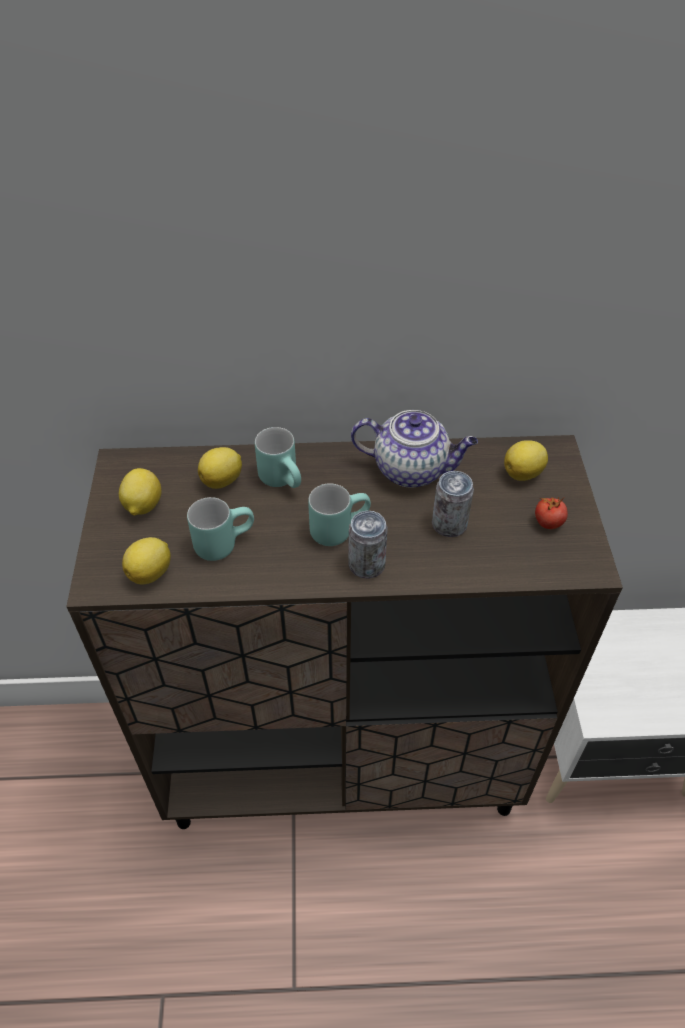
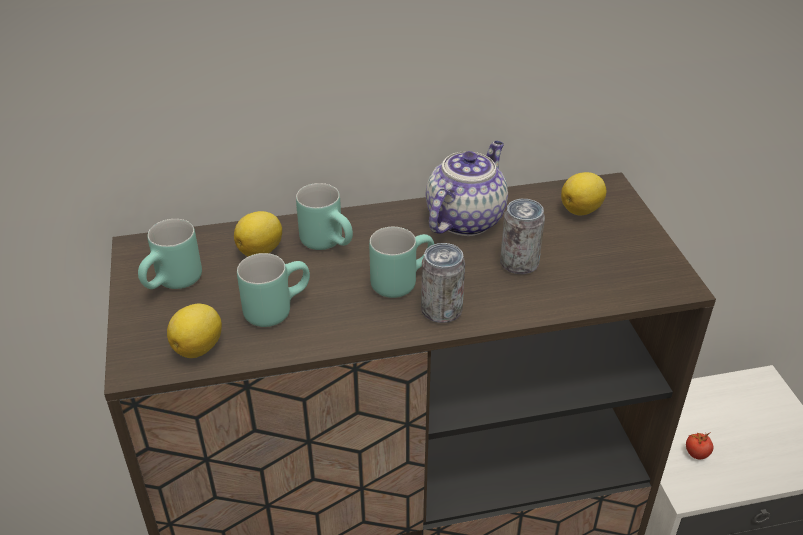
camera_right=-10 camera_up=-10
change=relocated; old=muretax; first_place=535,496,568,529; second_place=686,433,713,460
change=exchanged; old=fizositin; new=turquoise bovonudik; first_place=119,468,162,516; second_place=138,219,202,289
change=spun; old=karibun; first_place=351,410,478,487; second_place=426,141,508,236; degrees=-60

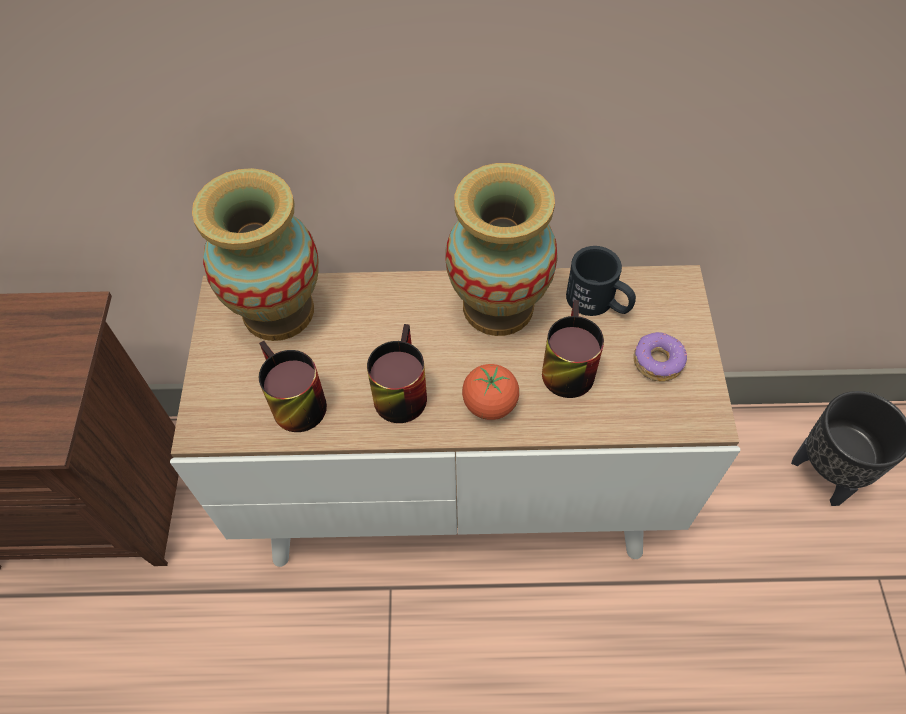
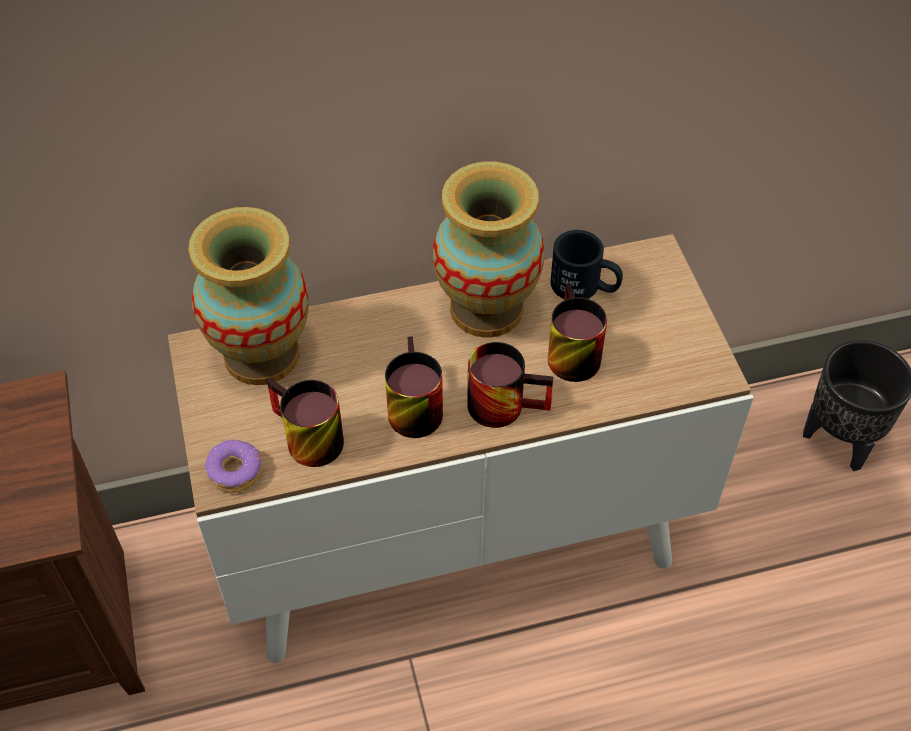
camera_right=-15 camera_up=-5
change=relocated; old=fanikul; first_place=633,332,687,382; second_place=205,440,262,493
change=exchanged; old=muretax; new=bovonudik; first_place=462,364,519,420; second_place=467,342,553,428

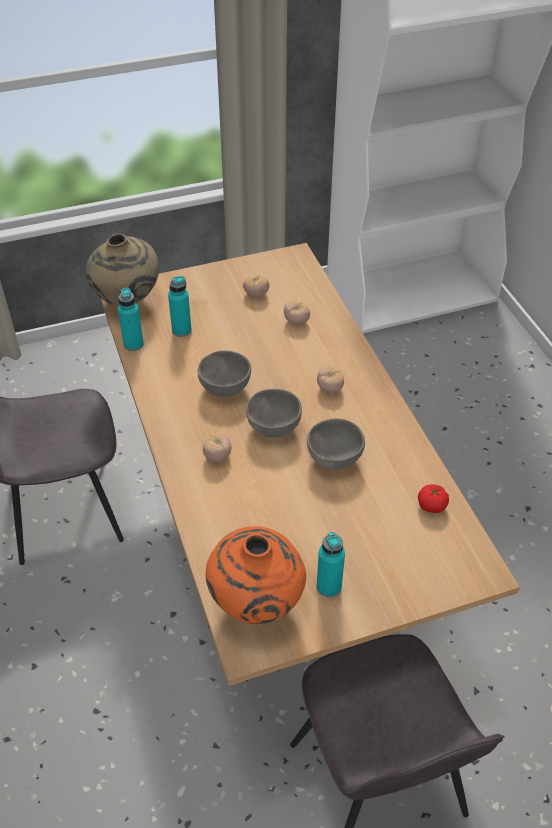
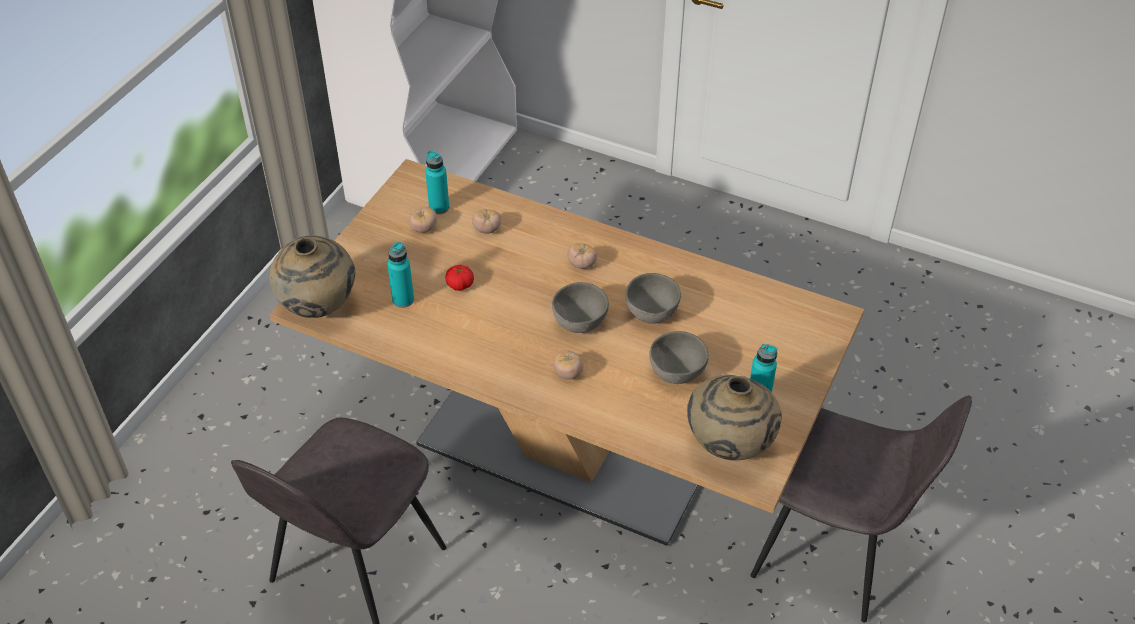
camera_right=-45 camera_up=0
change=relocated; old=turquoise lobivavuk; first_place=118,288,144,351; second_place=425,151,449,214
change=relocated; old=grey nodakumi; first_place=198,351,251,397; second_place=649,331,709,384
change=relocated; old=muretax; first_place=418,484,449,513; second_place=445,265,474,291
change=colour; old=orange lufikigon; new=beige lufikigon; first_place=206,526,306,624; second_place=687,375,782,460

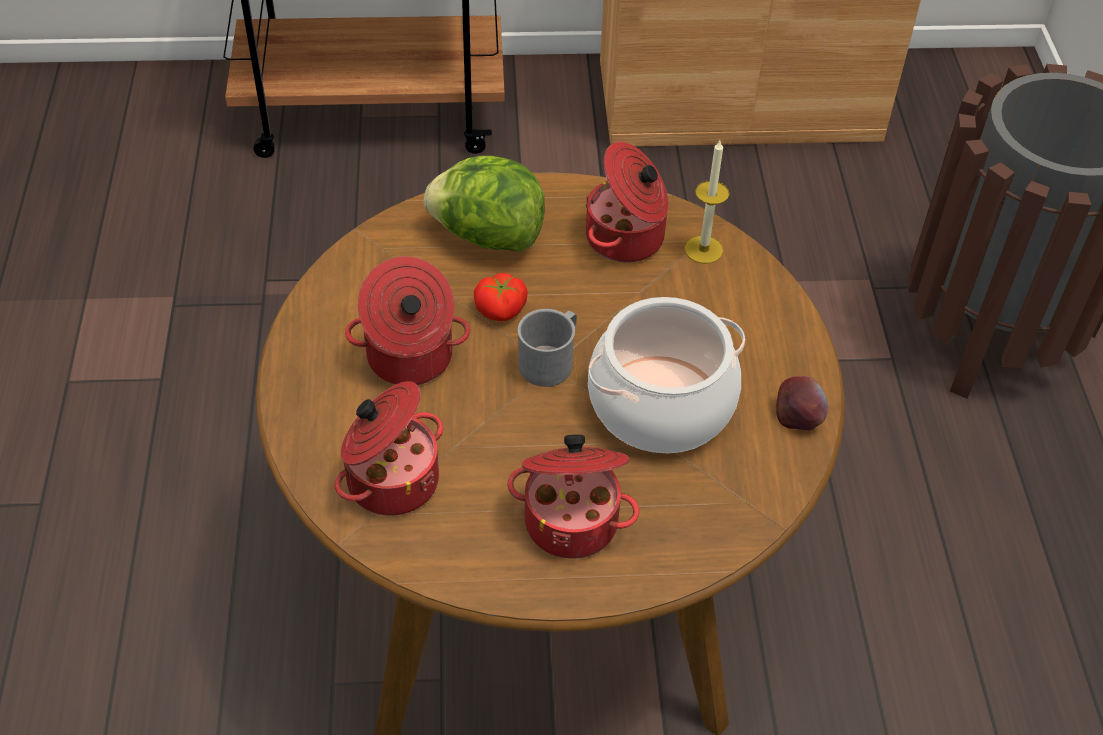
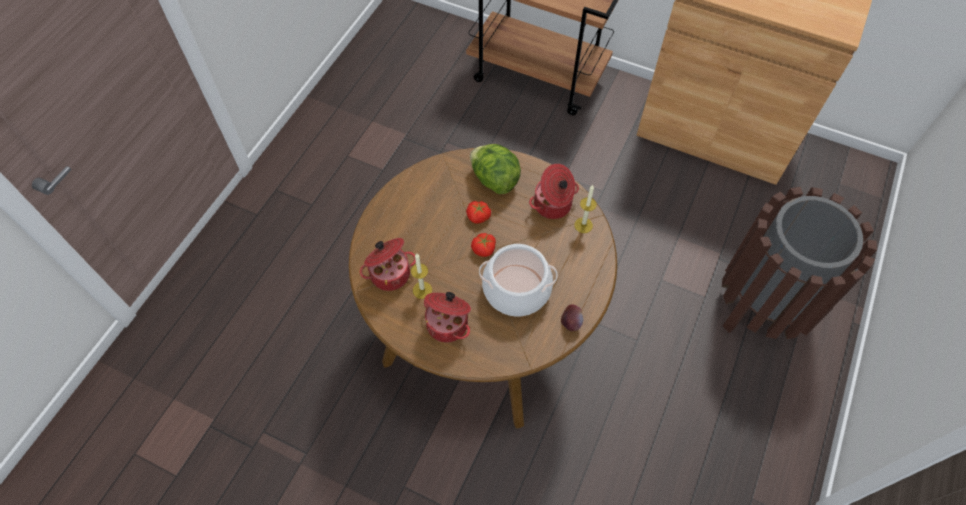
camera_right=30 camera_up=10
change=missing; old=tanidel; first_place=345,256,470,385
change=appeared; new=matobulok; second_place=411,254,432,299
change=exchanged; old=grey bovonudik; new=muretax; first_place=518,309,577,387; second_place=471,233,496,257

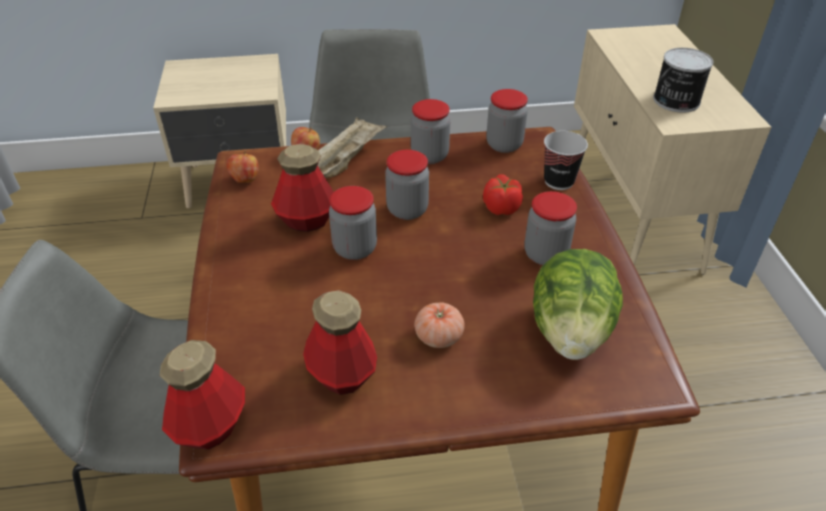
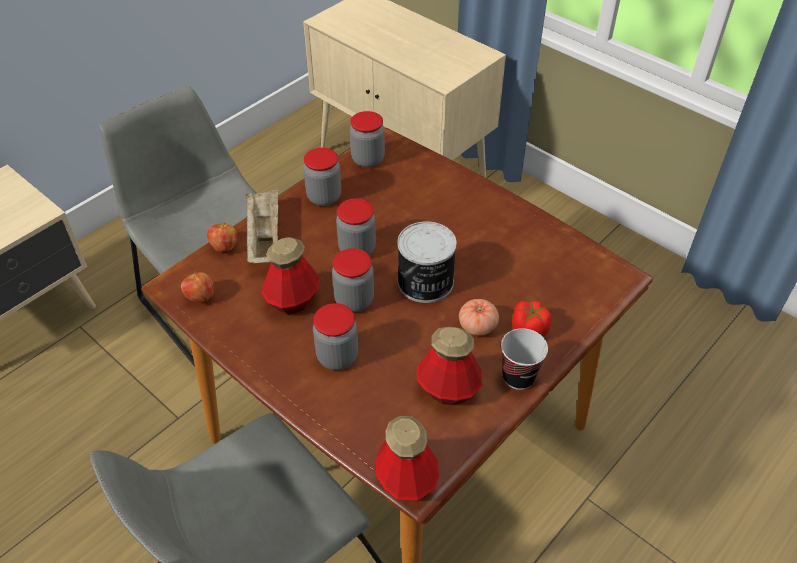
camera_right=-40 camera_up=5
change=missing; old=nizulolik; first_place=533,249,623,360
change=relocated; old=muretax; first_place=483,174,523,215; second_place=512,301,551,336
change=relocated; old=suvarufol; first_place=525,191,577,265; second_place=313,303,358,370
change=relocated; old=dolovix; first_place=544,131,588,190; second_place=501,328,548,390
change=relocated; old=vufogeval; first_place=653,48,713,113; second_place=398,221,457,303

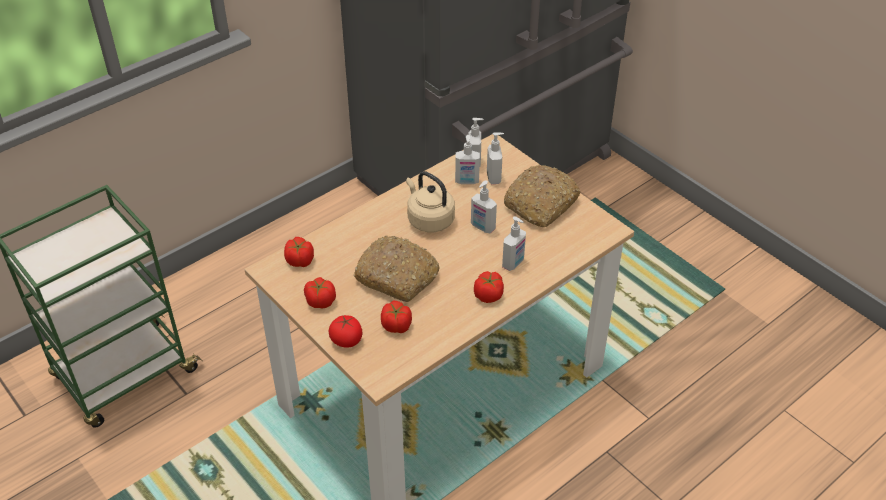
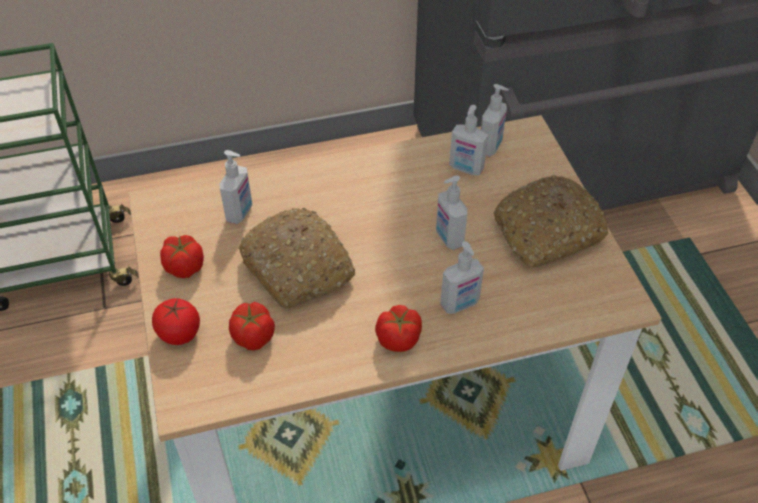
camera_right=25 camera_up=5
change=missing; old=muretax; first_place=284,237,314,267
change=missing; old=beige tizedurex; first_place=406,171,455,232
change=relocated; old=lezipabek; first_place=487,132,504,184; second_place=220,150,252,224

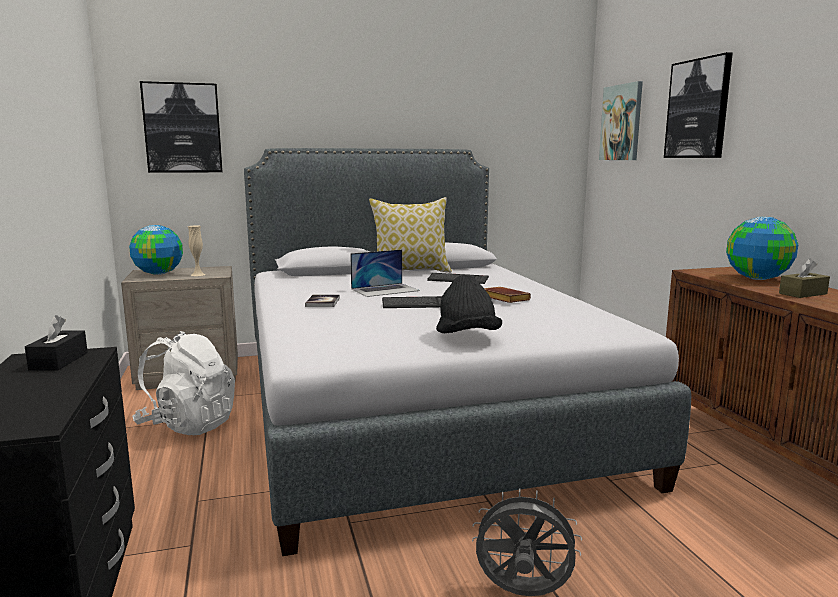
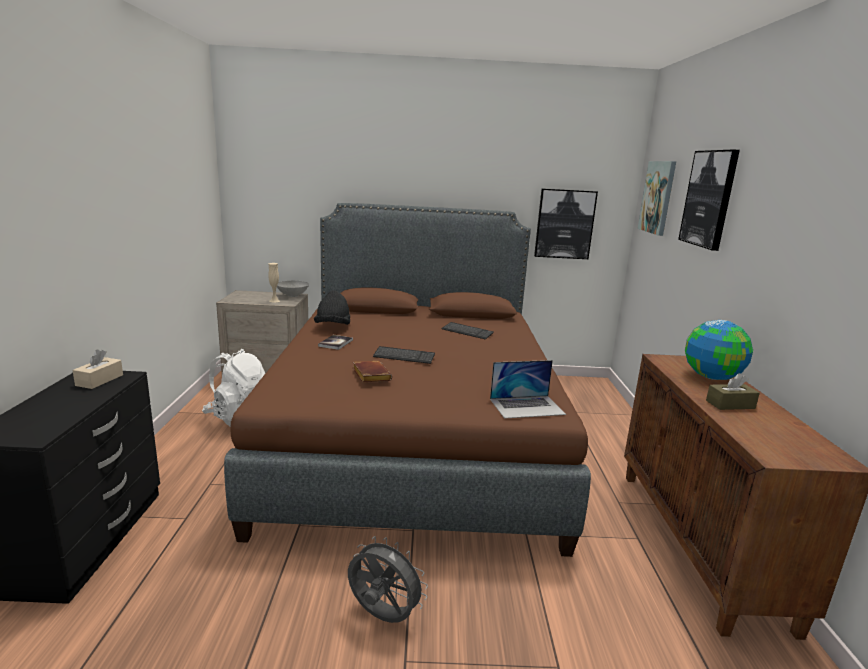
camera_right=15 camera_up=5
change=missing; old=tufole; first_place=129,225,183,275
change=missing; old=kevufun; first_place=369,197,452,273
change=appeared; new=grey nodakumi; second_place=277,281,309,297
change=relocated; old=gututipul; first_place=140,81,223,173; second_place=534,189,598,259
change=relocated; old=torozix; first_place=350,250,420,297; second_place=490,360,566,419
change=relocated; old=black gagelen; first_place=436,275,502,333; second_place=314,290,350,325
change=relocated; old=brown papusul; first_place=484,287,531,303; second_place=352,361,392,382
change=colour; old=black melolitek; new=beige melolitek; first_place=25,315,88,371; second_place=72,349,123,389
change=colour; old=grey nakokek; new=brown nakokek; first_place=244,148,691,556; second_place=224,203,591,557

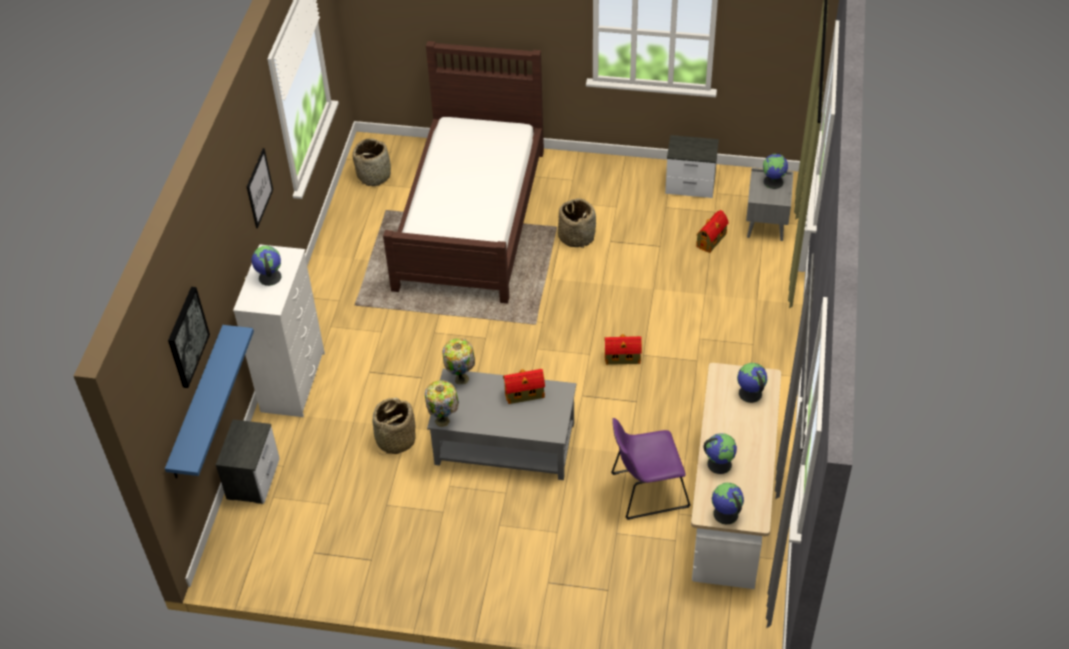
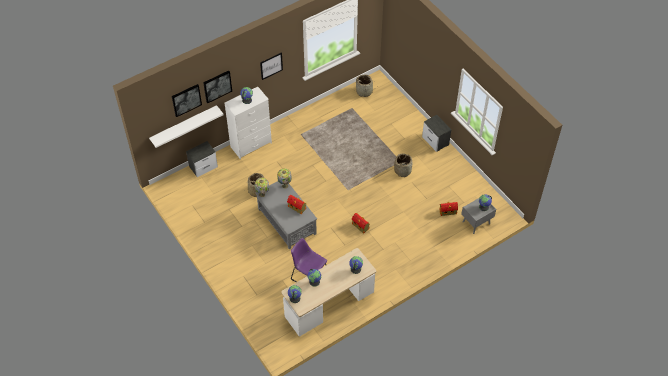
camera_right=45 camera_up=5
change=missing; old=brown nakokek; first_place=383,41,544,303
change=appeared; new=gututipul; second_place=203,71,232,103
change=relocated; old=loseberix; first_place=665,135,719,198; second_place=422,115,452,152
change=colour; old=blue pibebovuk; new=white pibebovuk; first_place=165,325,254,478; second_place=149,105,223,148

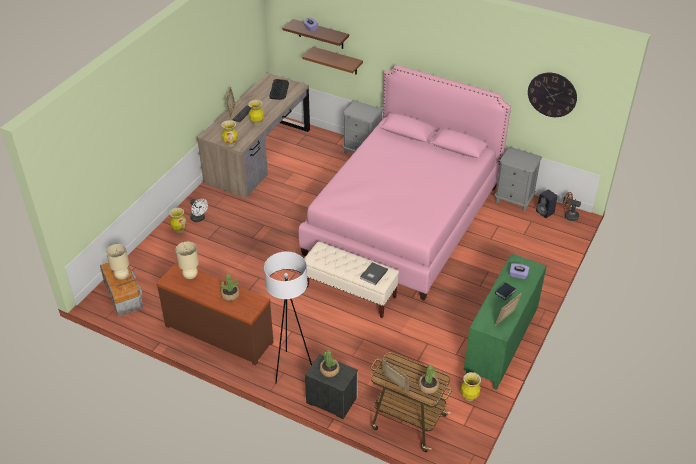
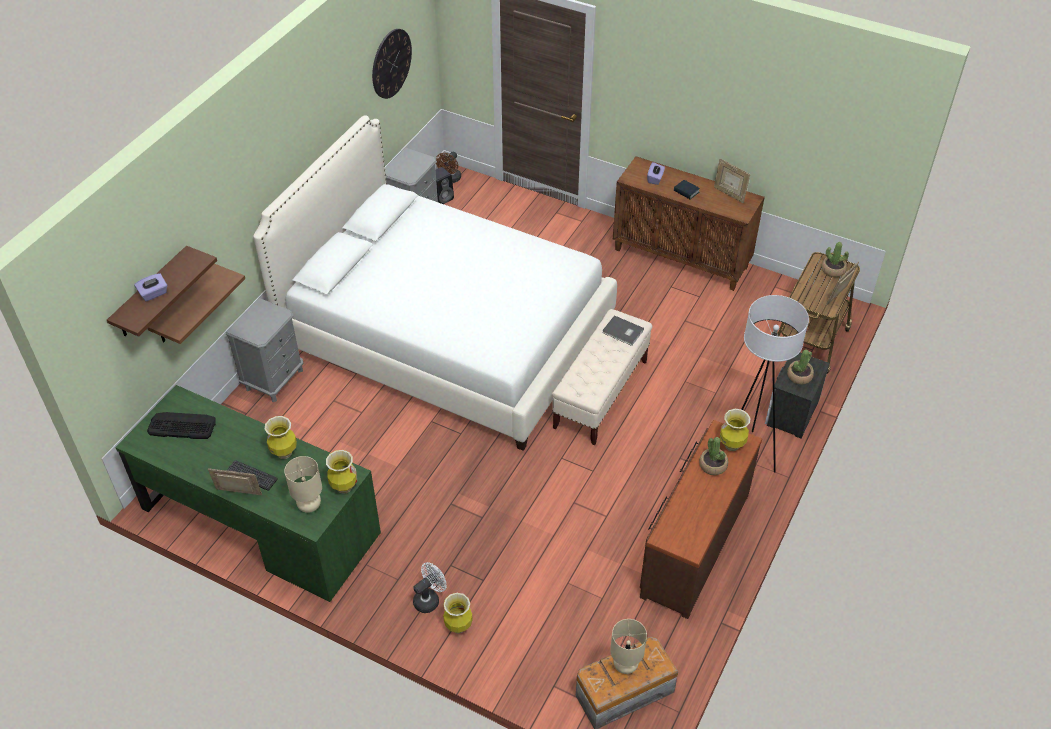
camera_right=-90 camera_up=5
change=relocated; old=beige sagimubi; first_place=176,242,199,279; second_place=284,456,322,513
change=relocated; old=lufikigon; first_place=461,372,481,401; second_place=720,409,750,451
change=colour; old=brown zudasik; new=green zudasik; first_place=197,73,310,198; second_place=115,385,381,602
change=colour; old=pink nakokek; new=white nakokek; first_place=299,65,511,300; second_place=253,115,617,451
change=colour; old=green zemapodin; new=brown zemapodin; first_place=464,254,547,390; second_place=613,156,765,291

